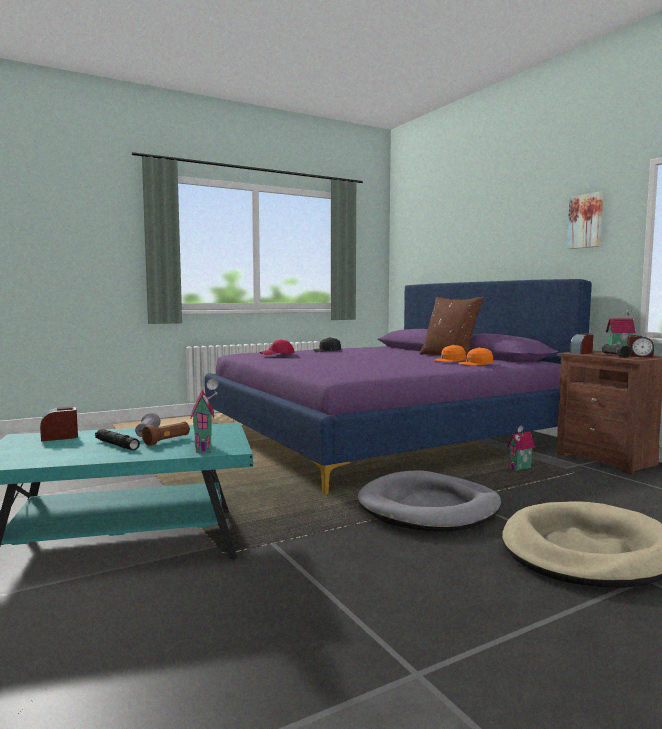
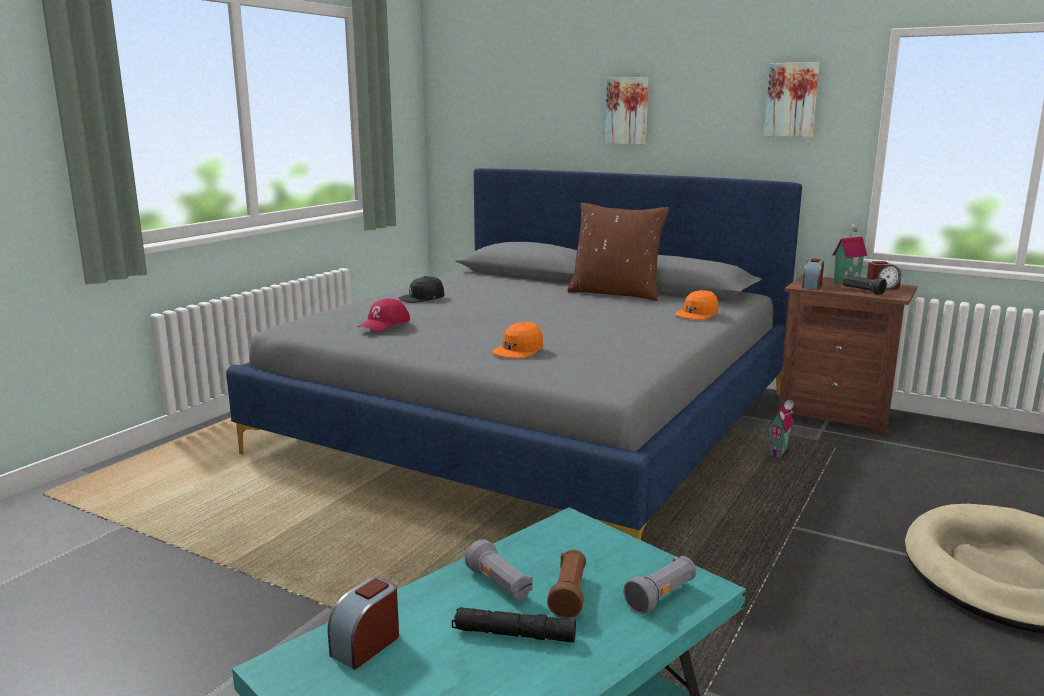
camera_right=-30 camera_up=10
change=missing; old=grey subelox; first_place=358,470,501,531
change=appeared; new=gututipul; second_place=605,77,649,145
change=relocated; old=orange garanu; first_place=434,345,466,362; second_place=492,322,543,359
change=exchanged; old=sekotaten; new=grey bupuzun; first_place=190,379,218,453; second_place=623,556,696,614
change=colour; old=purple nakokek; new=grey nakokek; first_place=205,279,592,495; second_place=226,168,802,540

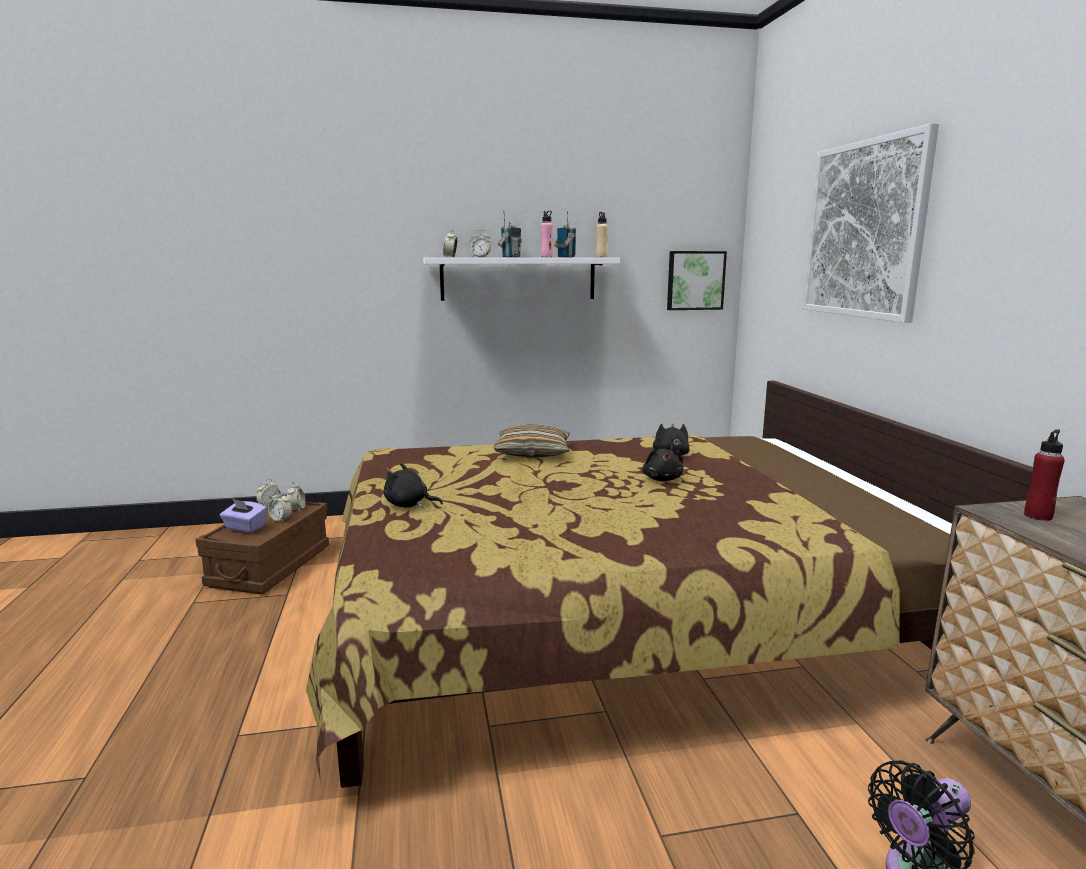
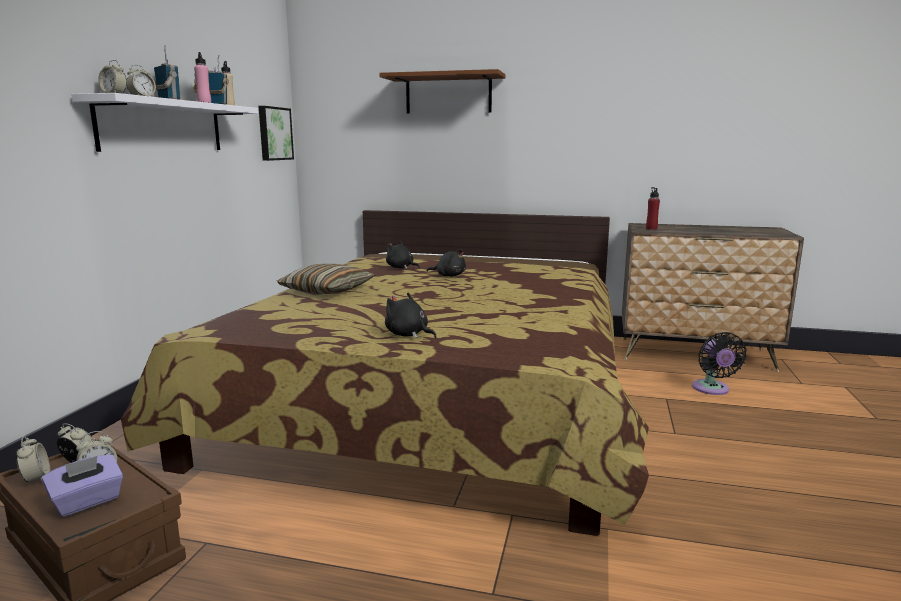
camera_right=-65 camera_up=0
change=exchanged; old=gututipul; new=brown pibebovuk; first_place=803,123,939,323; second_place=379,69,506,114
change=spun; old=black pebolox; first_place=384,463,443,508; second_place=385,293,437,338; degrees=90

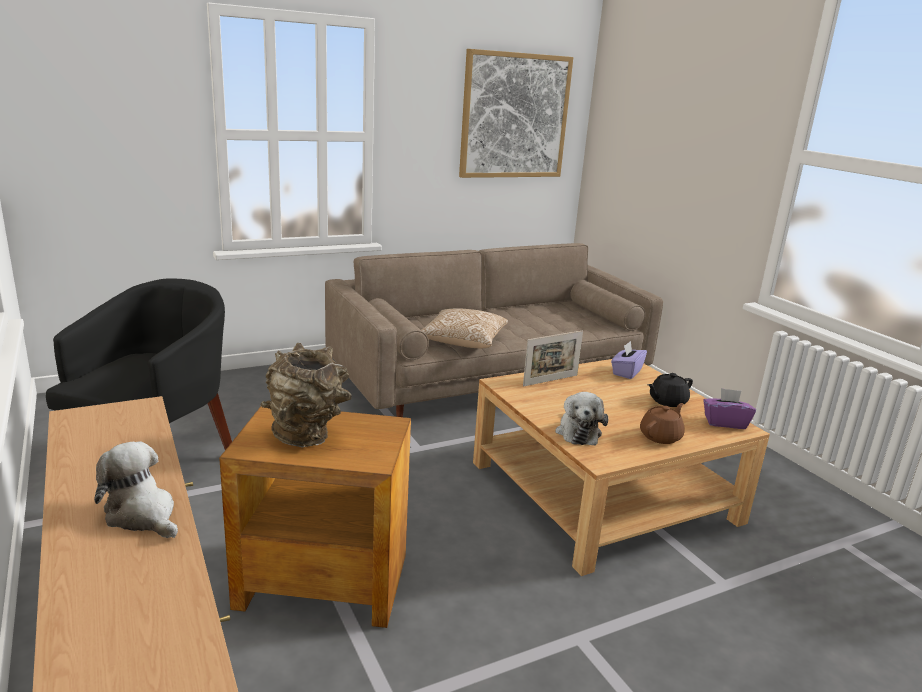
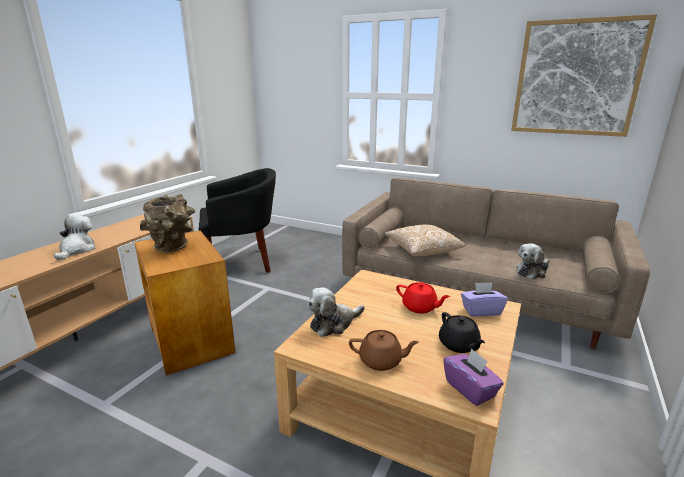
camera_right=55 camera_up=0
change=missing; old=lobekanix; first_place=523,330,583,387
change=appeared; new=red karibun; second_place=396,282,450,314
change=appeared; new=pebolox; second_place=516,243,550,280
change=spun; old=black karibun; first_place=648,373,693,407; second_place=439,312,485,353; degrees=-135

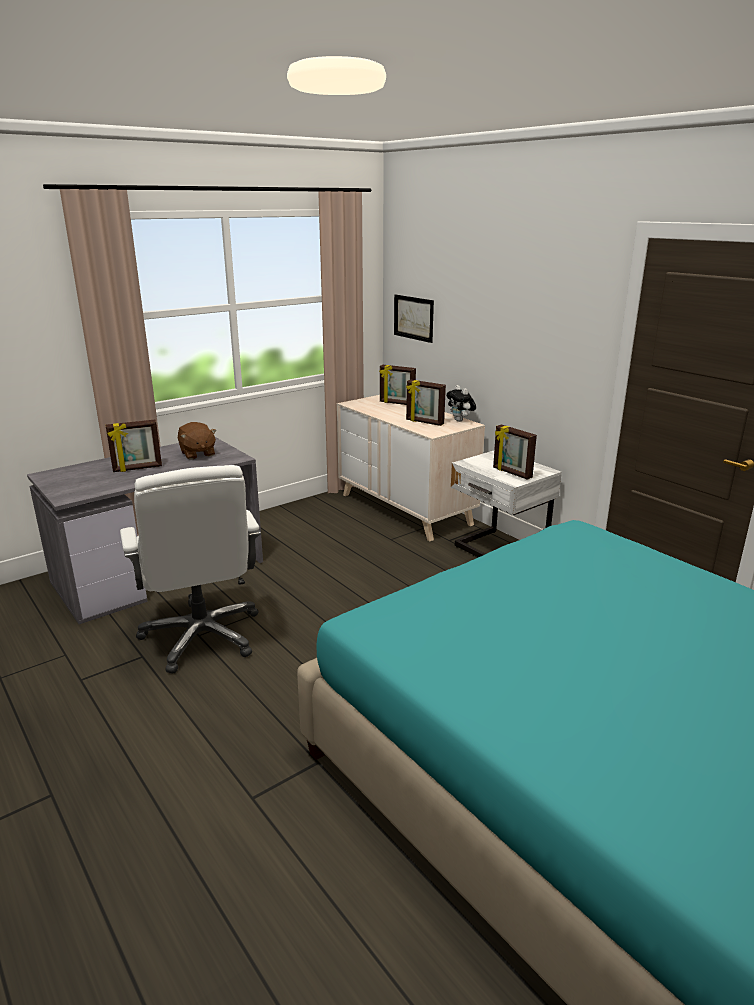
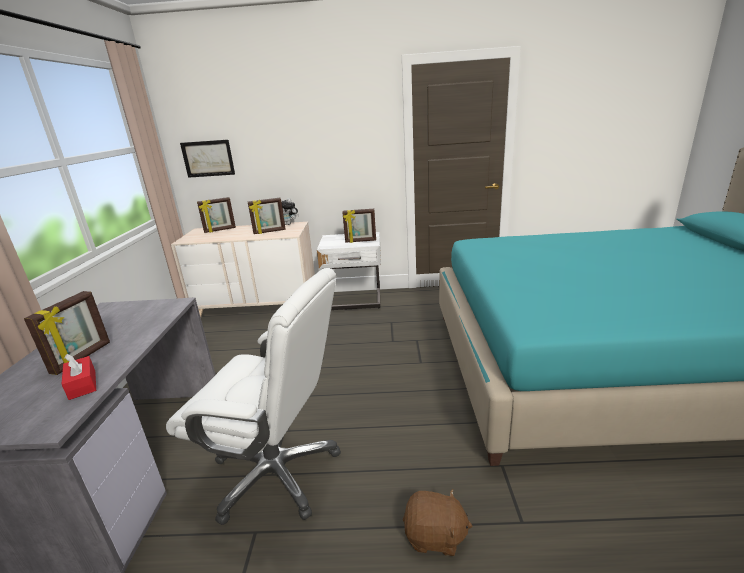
camera_right=-50 camera_up=0
change=appeared; new=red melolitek; second_place=62,354,96,400
change=relocated; old=brown pebolox; first_place=178,422,217,459; second_place=403,489,473,556

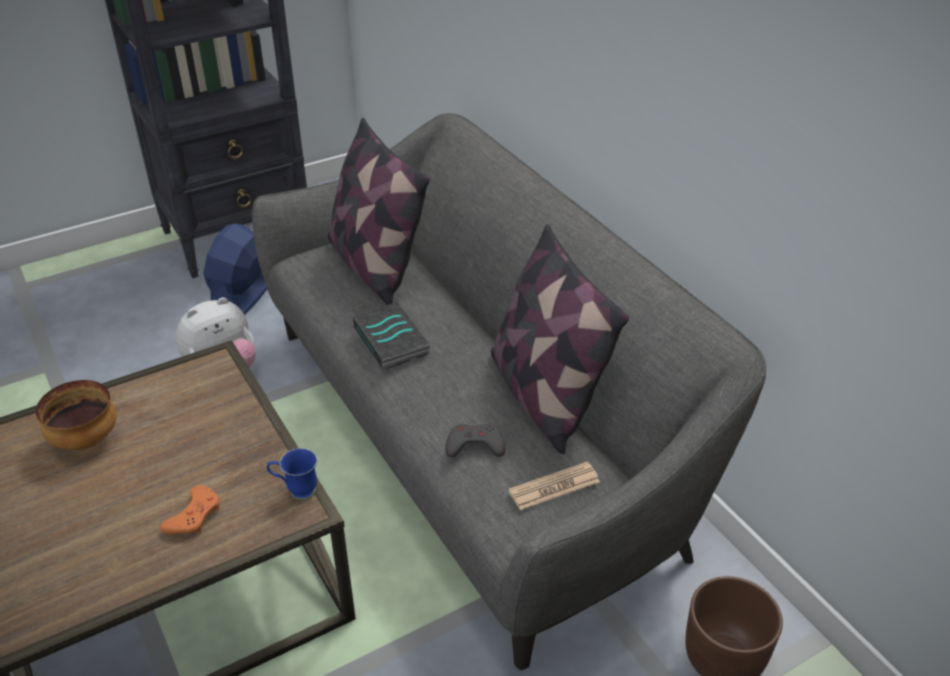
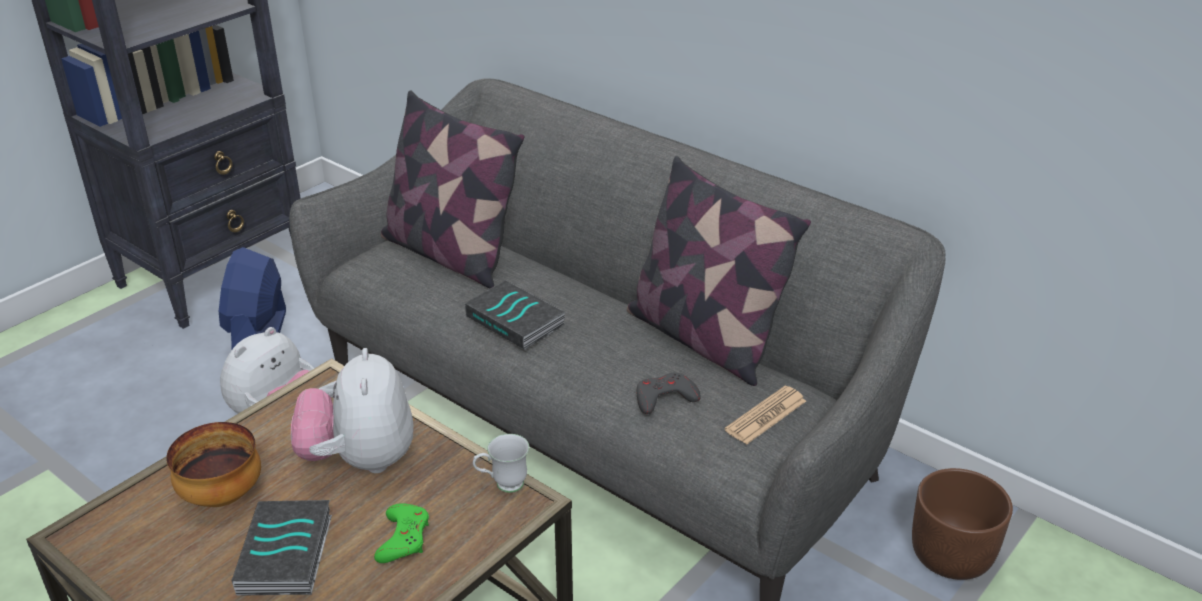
camera_right=-20 camera_up=-5
change=appeared; new=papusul; second_place=232,500,332,596
change=appeared; new=pebolox; second_place=291,348,414,473
change=colour; old=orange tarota; new=green tarota; first_place=160,485,220,535; second_place=374,503,429,563
change=colour; old=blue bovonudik; new=white bovonudik; first_place=267,448,317,500; second_place=473,434,529,493

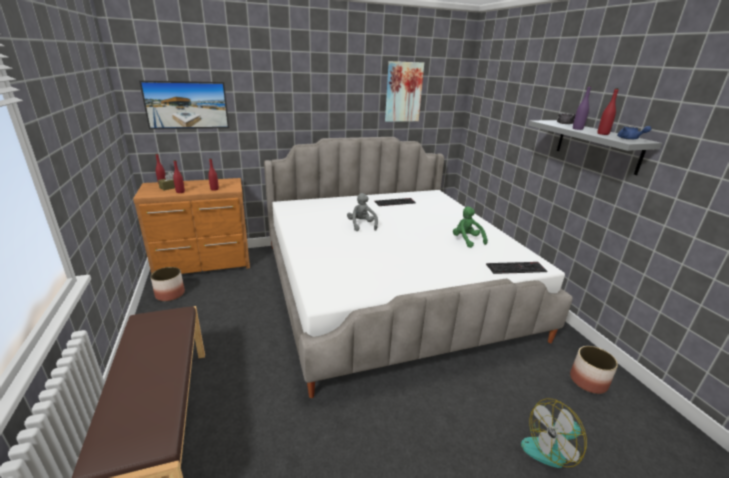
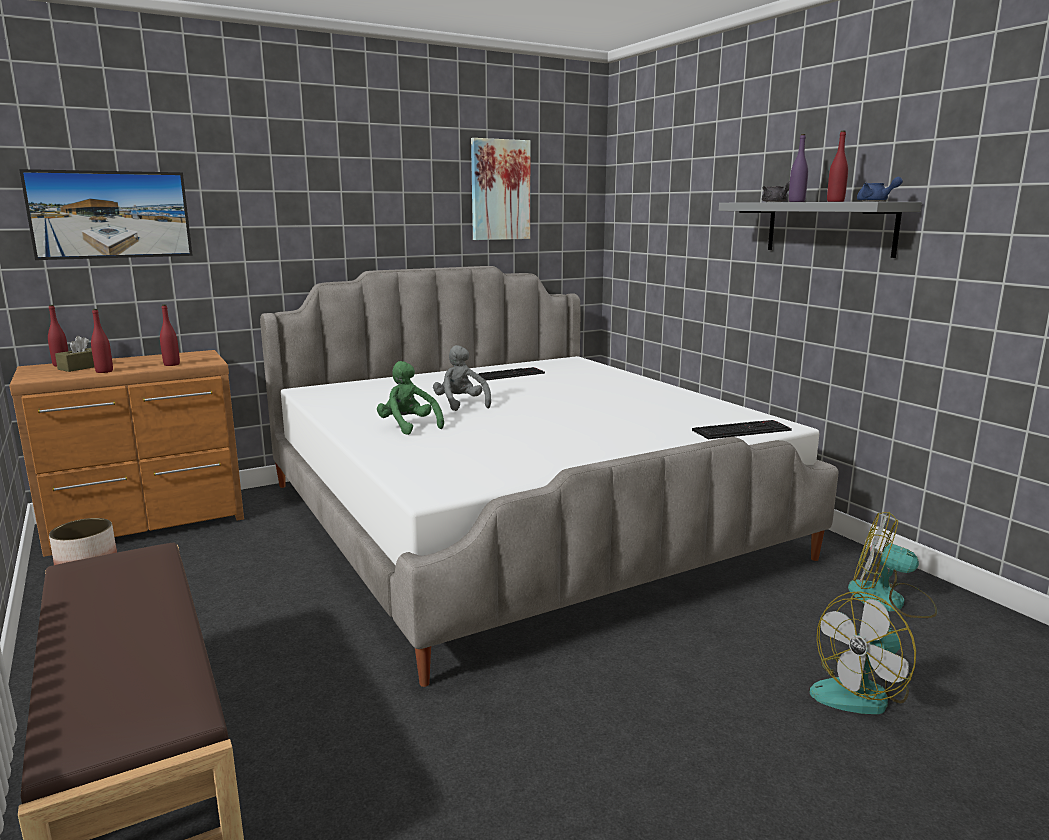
camera_right=-10 camera_up=-10
change=relocated; old=green pebolox; first_place=453,206,488,248; second_place=377,361,444,435
change=exchanged; old=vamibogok; new=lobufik; first_place=570,346,618,394; second_place=848,512,937,618

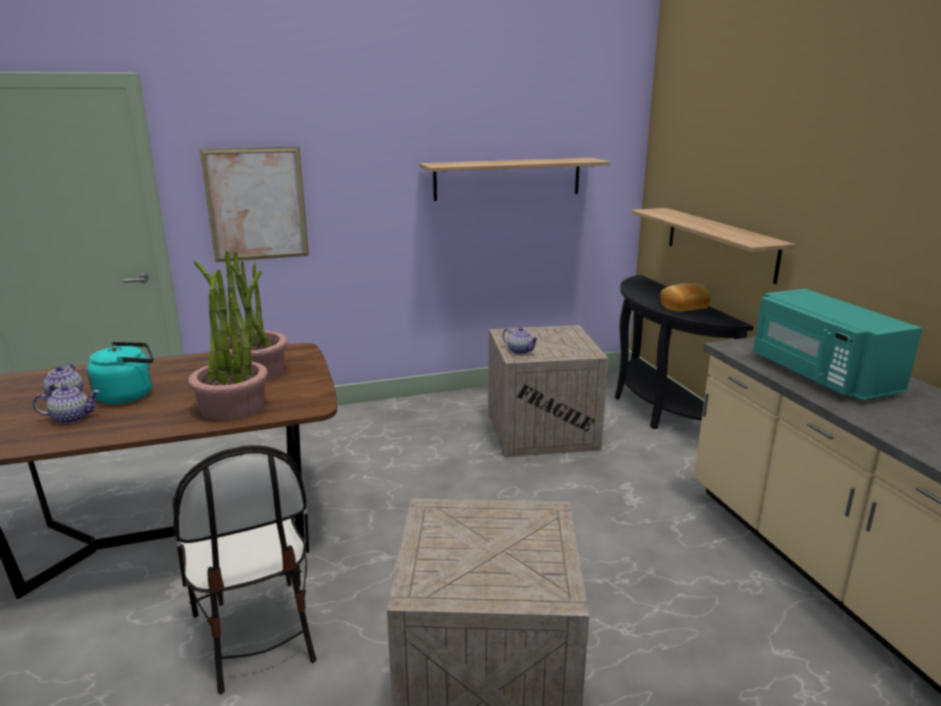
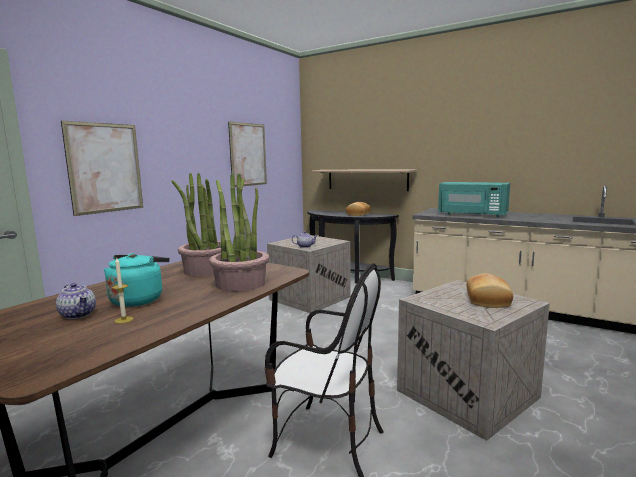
camera_right=-40 camera_up=-10
change=appeared; new=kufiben; second_place=466,273,513,308
change=exchanged; old=karibun; new=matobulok; first_place=33,385,100,424; second_place=112,258,134,324
change=exchanged; old=pibebovuk; new=gututipul; first_place=419,158,610,201; second_place=228,122,267,187

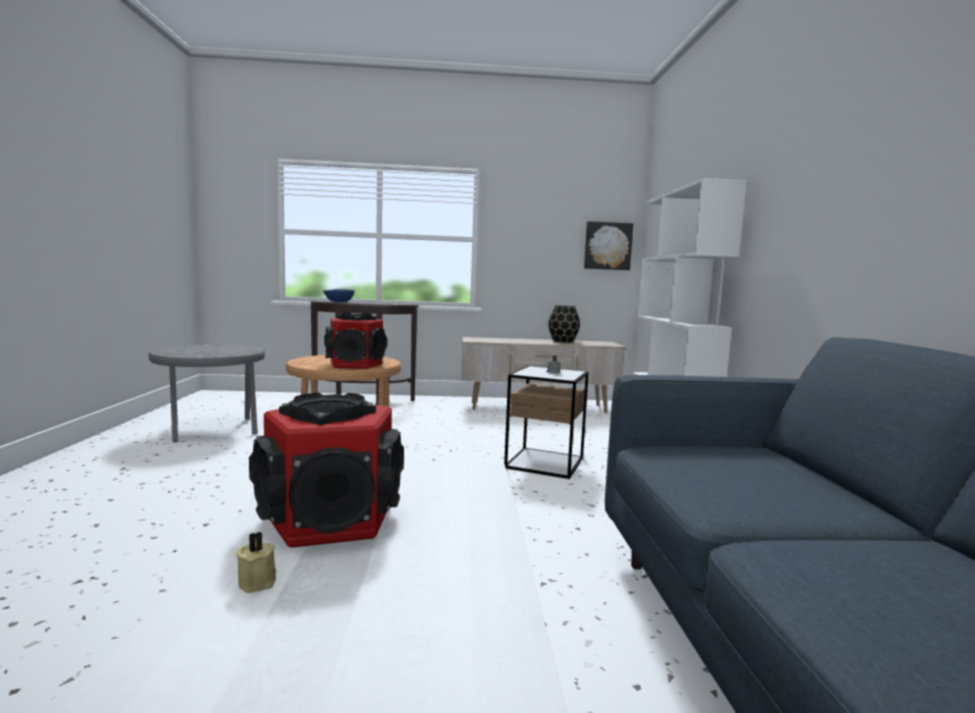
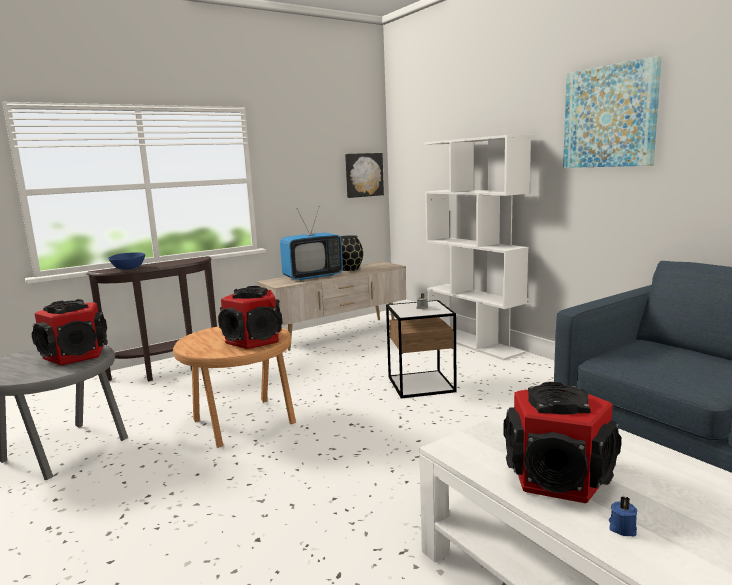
camera_right=-30 camera_up=5
change=appeared; new=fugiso; second_place=32,299,108,365
change=appeared; new=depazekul; second_place=280,206,343,281
change=appeared; new=gututipul; second_place=563,56,662,168
change=colour; old=beige matobulok; new=blue matobulok; first_place=236,531,276,593; second_place=609,496,637,536

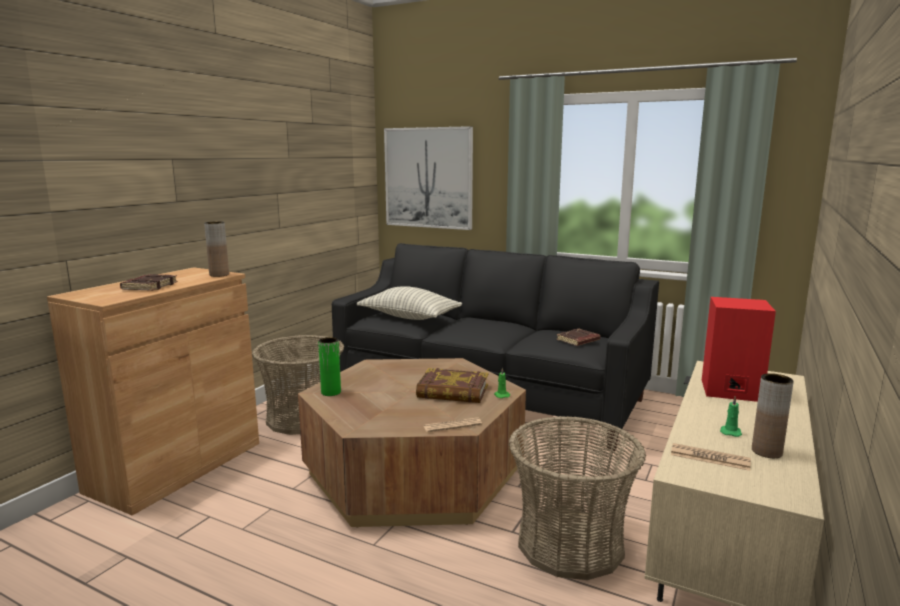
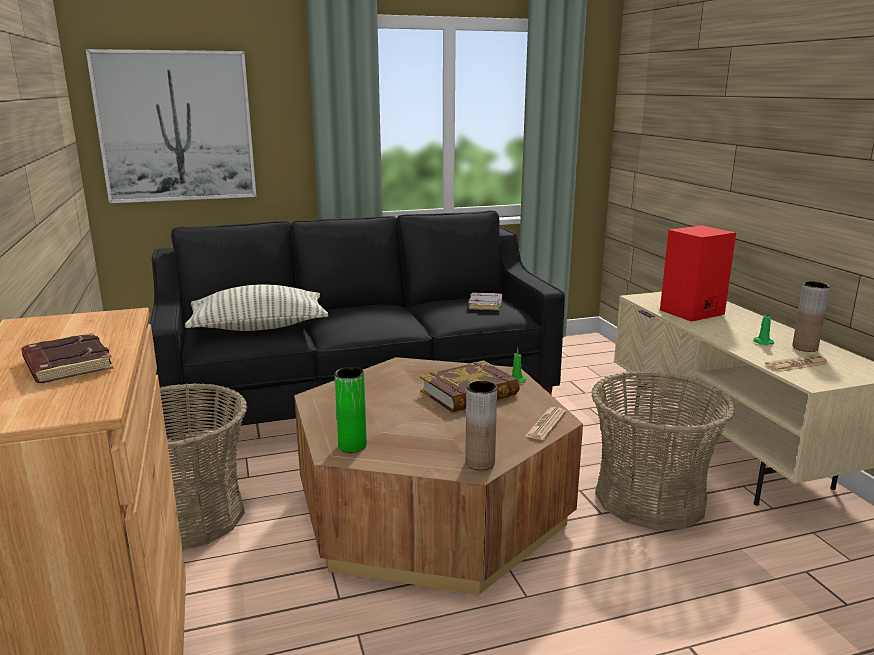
camera_right=-45 camera_up=5
change=relocated; old=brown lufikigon; first_place=204,221,229,277; second_place=465,381,497,470
change=colour; old=brown papusul; new=grey papusul; first_place=556,329,600,346; second_place=469,292,502,310

